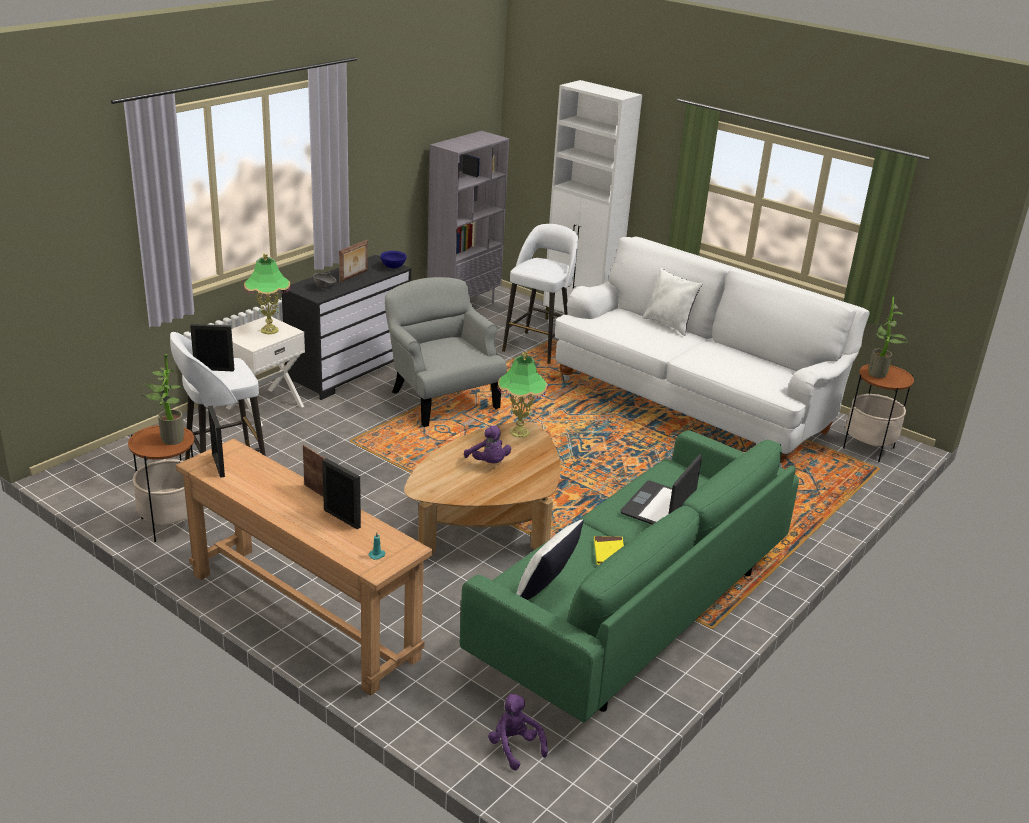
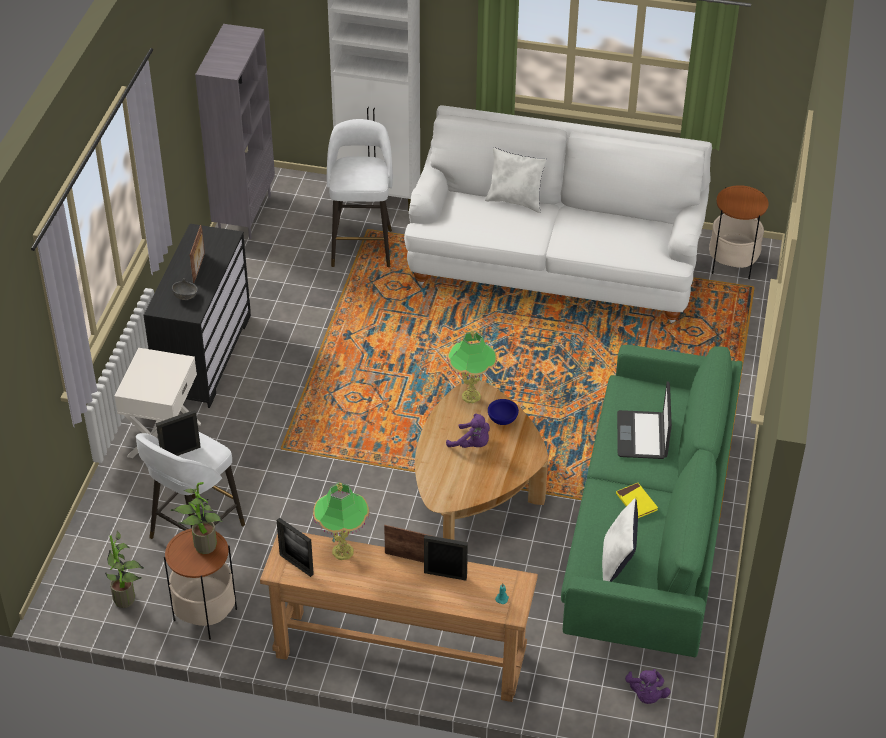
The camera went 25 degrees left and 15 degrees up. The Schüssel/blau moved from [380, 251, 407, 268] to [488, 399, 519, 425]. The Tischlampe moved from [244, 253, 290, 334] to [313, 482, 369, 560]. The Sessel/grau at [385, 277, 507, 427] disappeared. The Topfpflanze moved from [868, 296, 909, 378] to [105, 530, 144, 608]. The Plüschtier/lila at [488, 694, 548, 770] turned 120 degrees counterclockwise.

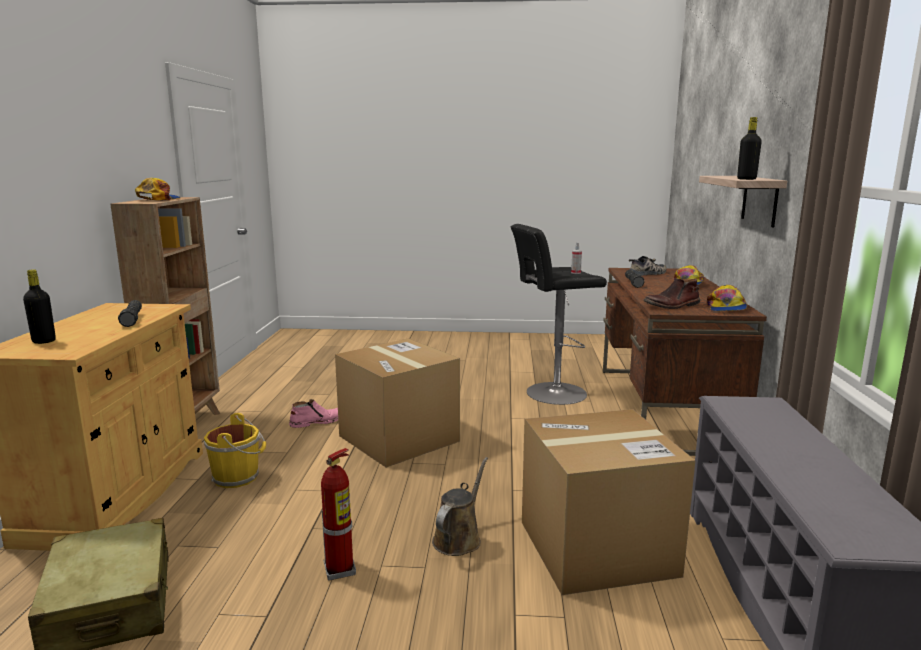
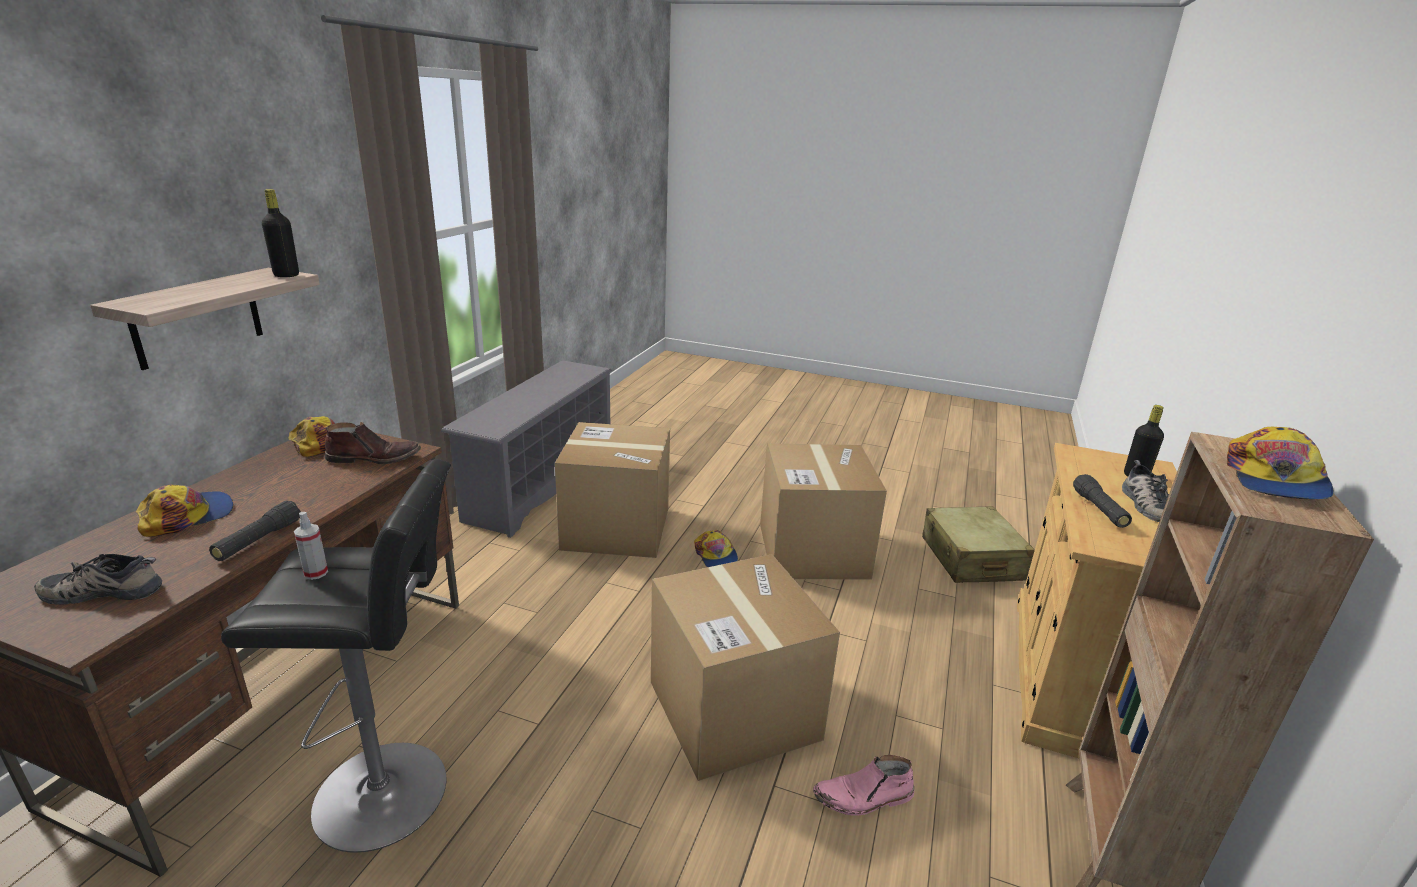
The camera went 165 degrees left and 10 degrees up. The Eimer/gelb at [204, 413, 266, 488] disappeared. The Feuerlöscher at [321, 448, 356, 580] was replaced by the Karton at [760, 443, 887, 580]. The Gießkanne/braun at [432, 457, 488, 556] was replaced by the Kappe at [694, 530, 738, 567]. The Schuh at [1122, 460, 1169, 522] appeared.

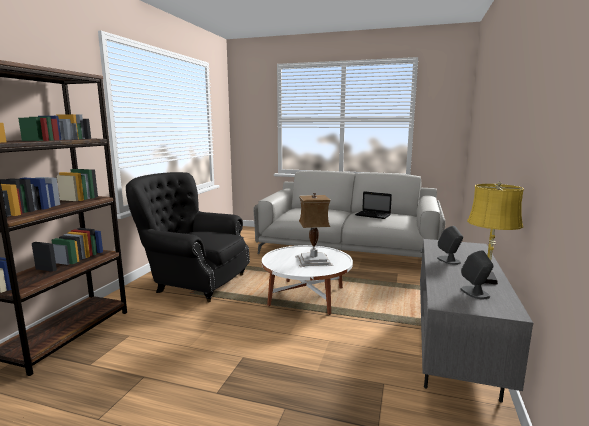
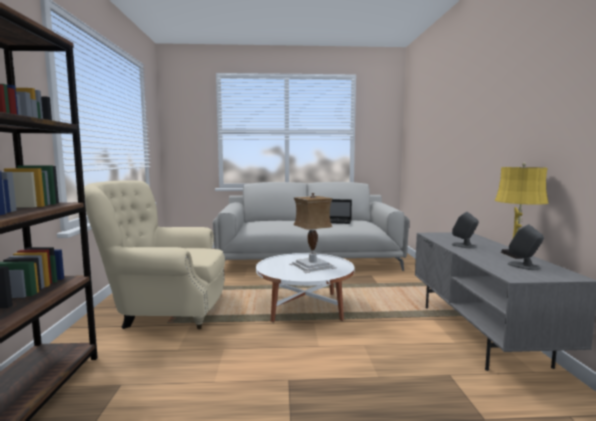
The camera went 20 degrees left and 5 degrees down. The Sessel/schwarz at [126, 172, 250, 303] became the Sessel/beige at [84, 180, 225, 329].

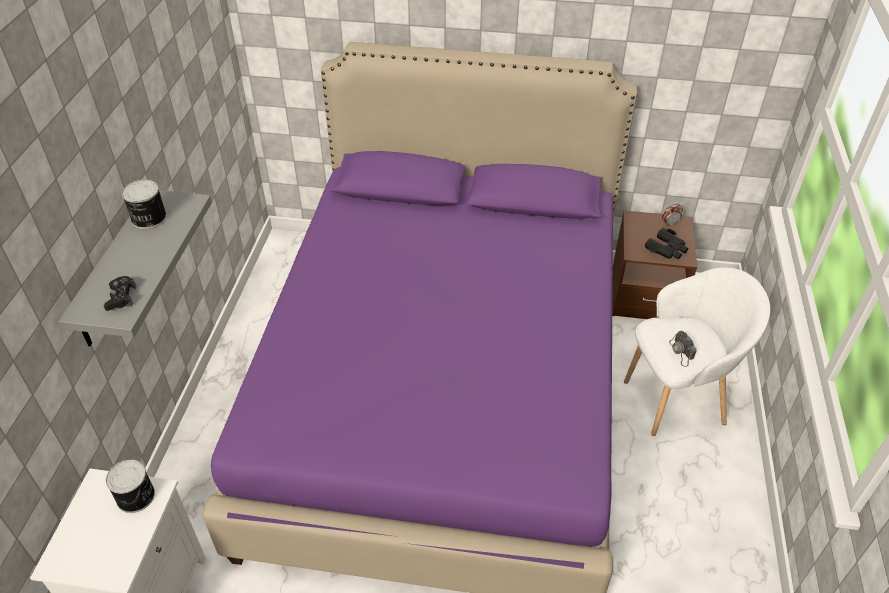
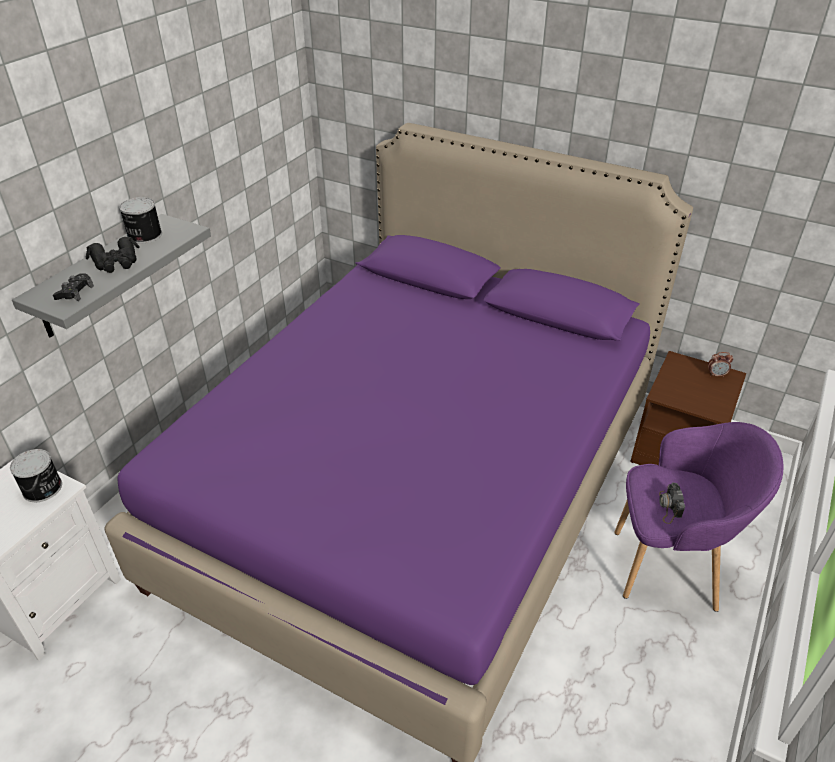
The camera went 20 degrees right and 5 degrees down. The Fernglas/schwarz moved from [645, 228, 688, 259] to [86, 237, 139, 273]. The Sessel/weiß at [624, 268, 770, 436] became the Sessel/lila at [614, 422, 784, 612].

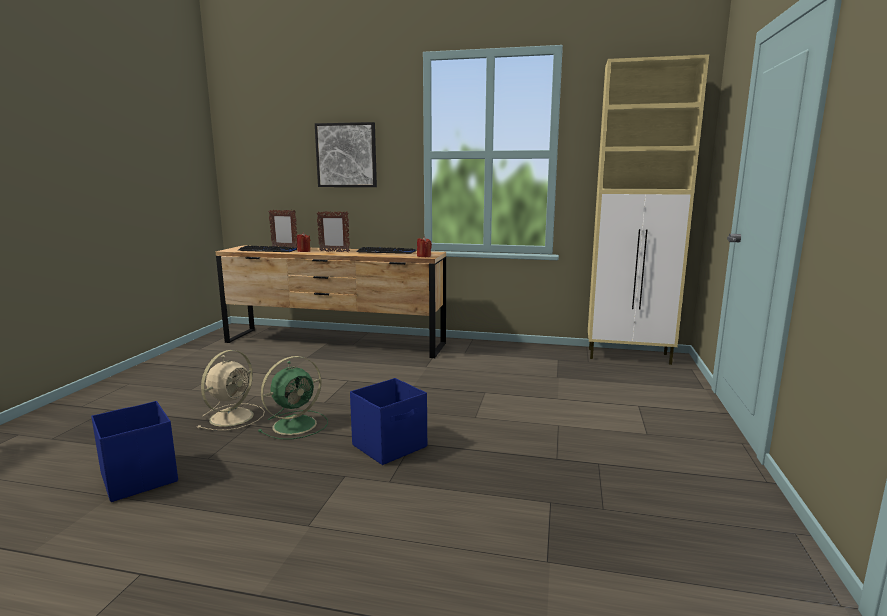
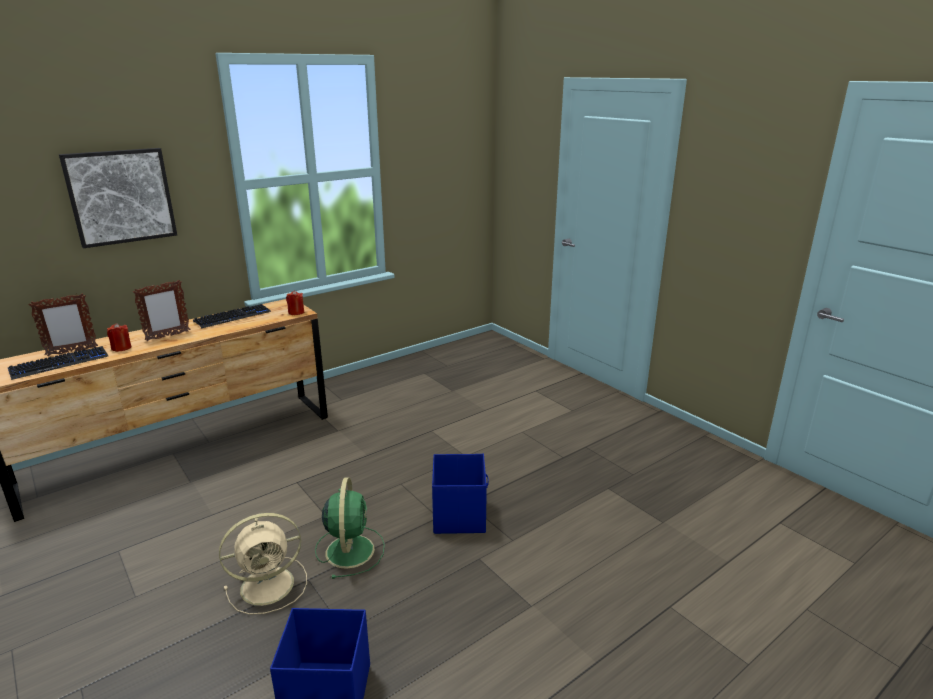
The camera went 50 degrees left and 10 degrees up. The Schrank/beige at [588, 54, 709, 365] disappeared. The Ventilator/beige at [197, 350, 265, 431] turned 90 degrees clockwise.

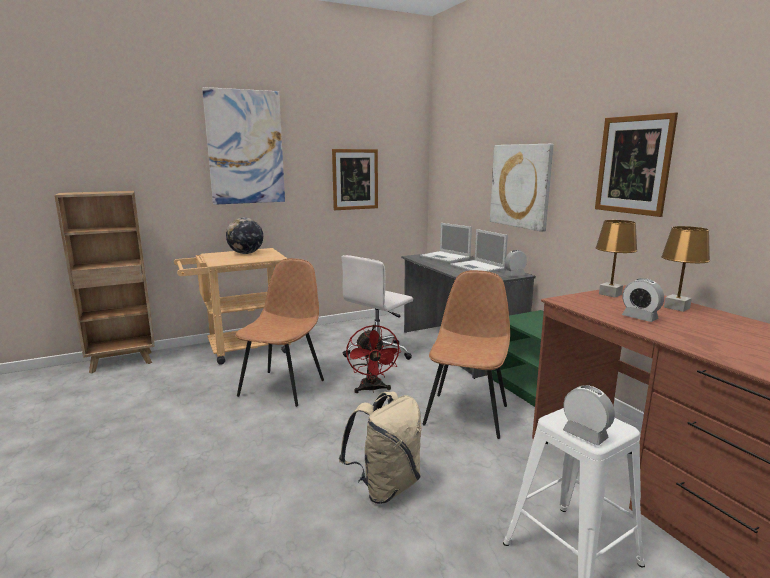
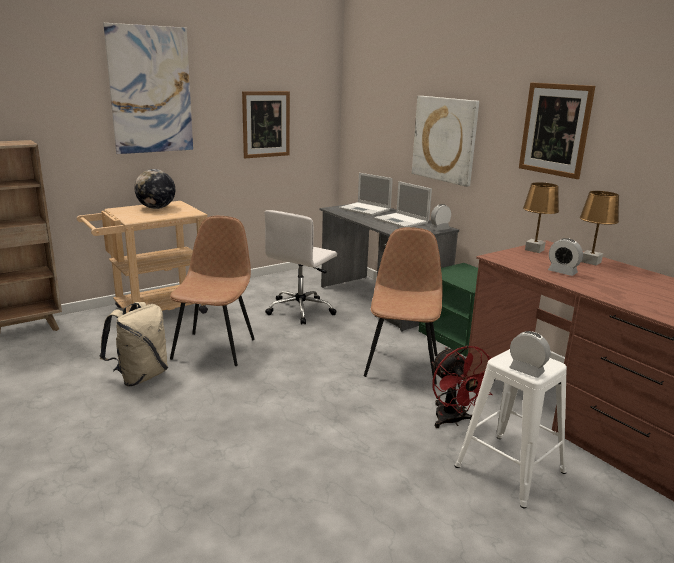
The camera went 10 degrees left and 5 degrees up. The Ventilator/rot moved from [346, 325, 401, 393] to [432, 345, 493, 428]. The Rucksack/beige moved from [339, 392, 422, 504] to [100, 302, 168, 387].

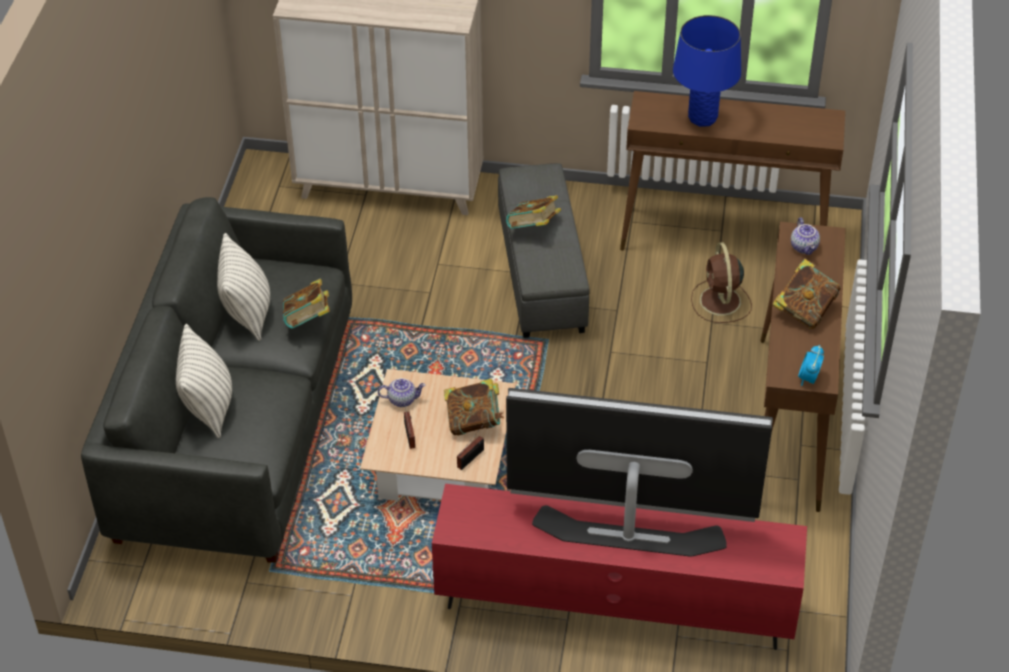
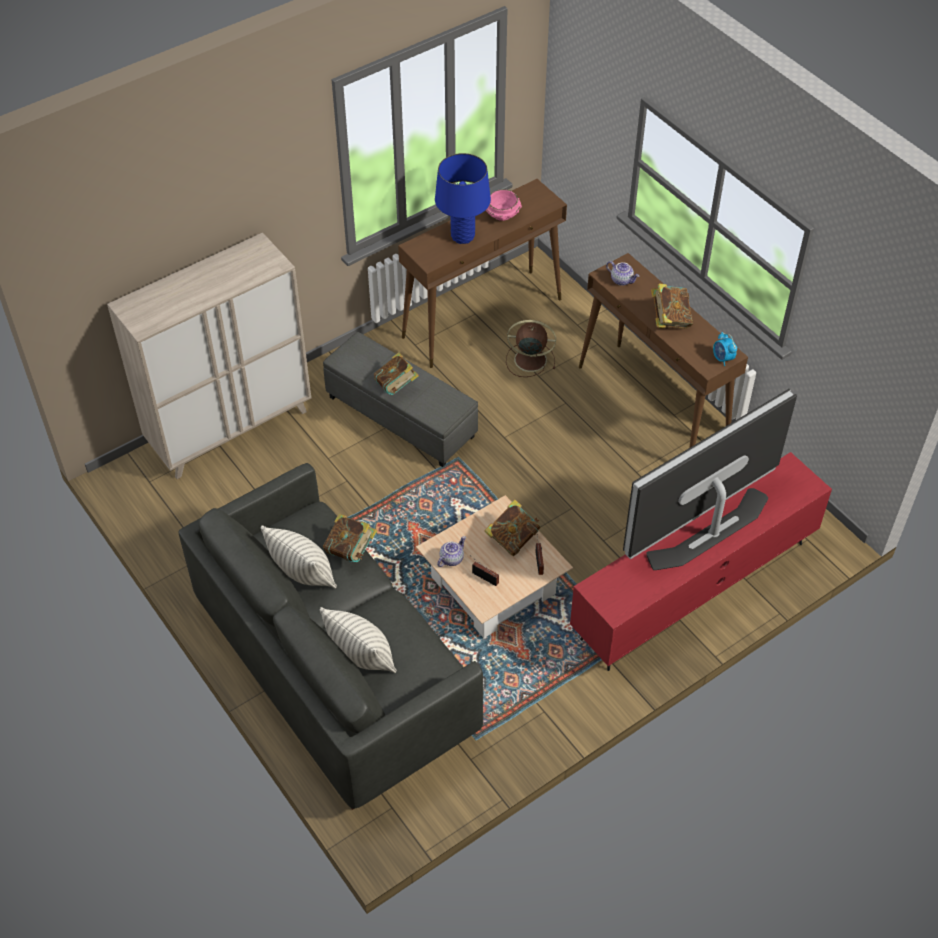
The camera went 45 degrees left and 5 degrees up. The Ventilator/braun at [691, 242, 752, 323] turned 150 degrees clockwise. The Schüssel/rosa at [486, 189, 522, 221] appeared.

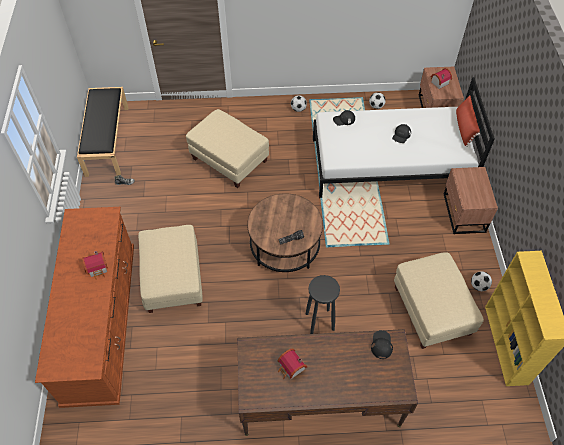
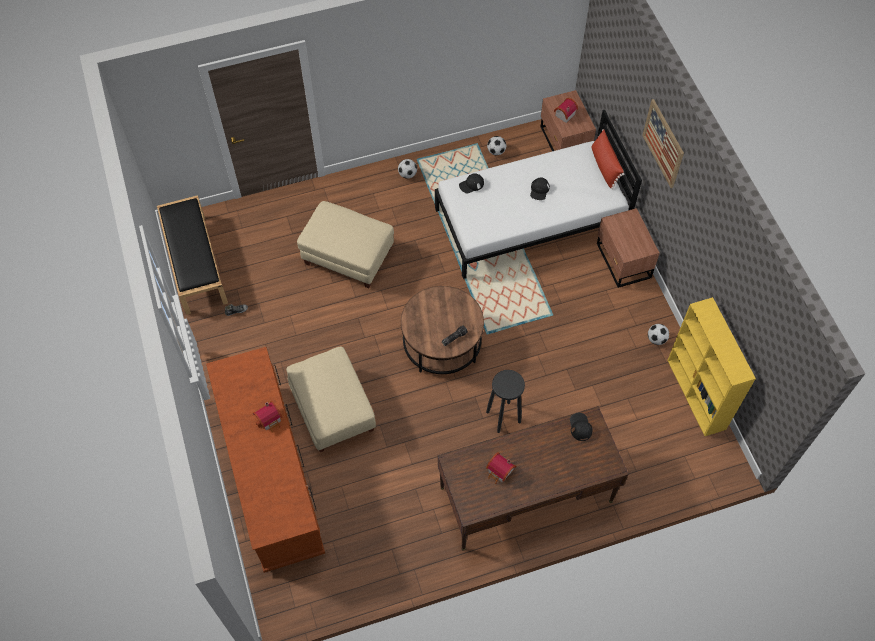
The camera went 15 degrees left and 5 degrees up. The Polsterhocker/beige at [394, 252, 484, 349] disappeared. The Bild at [642, 99, 684, 188] appeared.

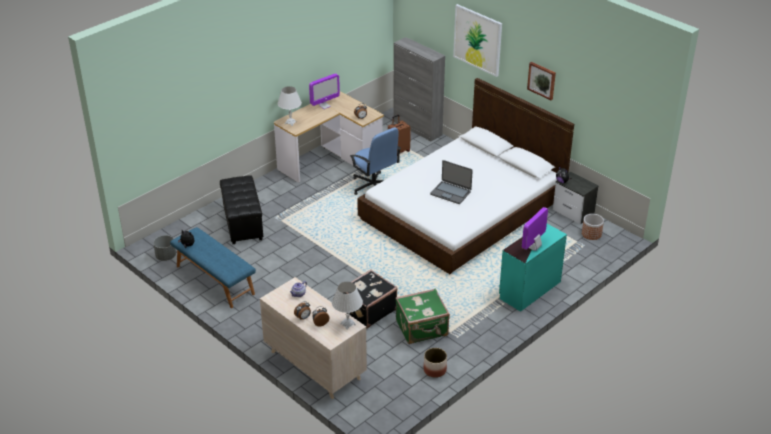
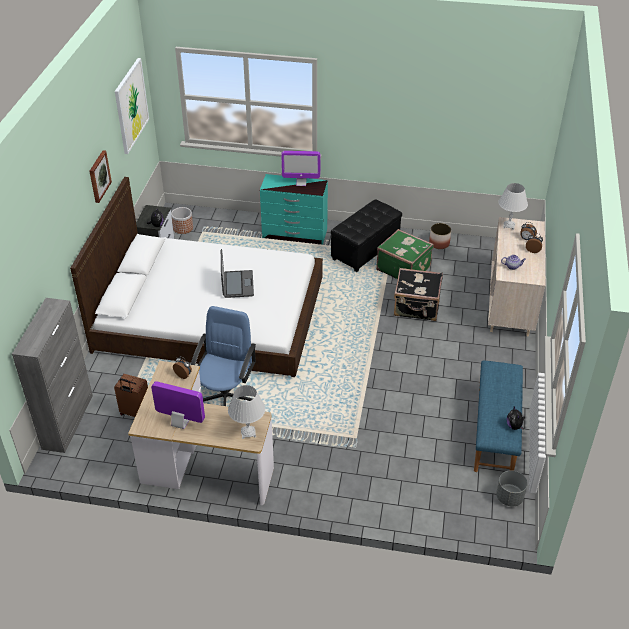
The camera went 125 degrees left and 5 degrees up. The Bild moved from [453, 4, 502, 77] to [115, 58, 149, 154]. The Polsterhocker/schwarz moved from [220, 175, 263, 244] to [331, 199, 402, 272].

